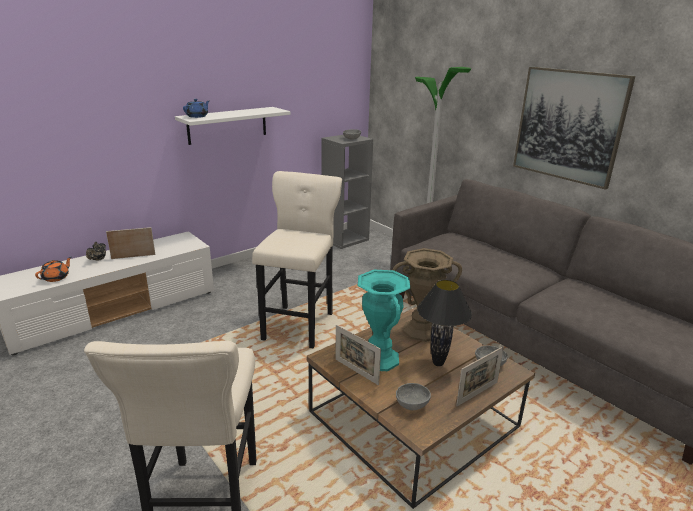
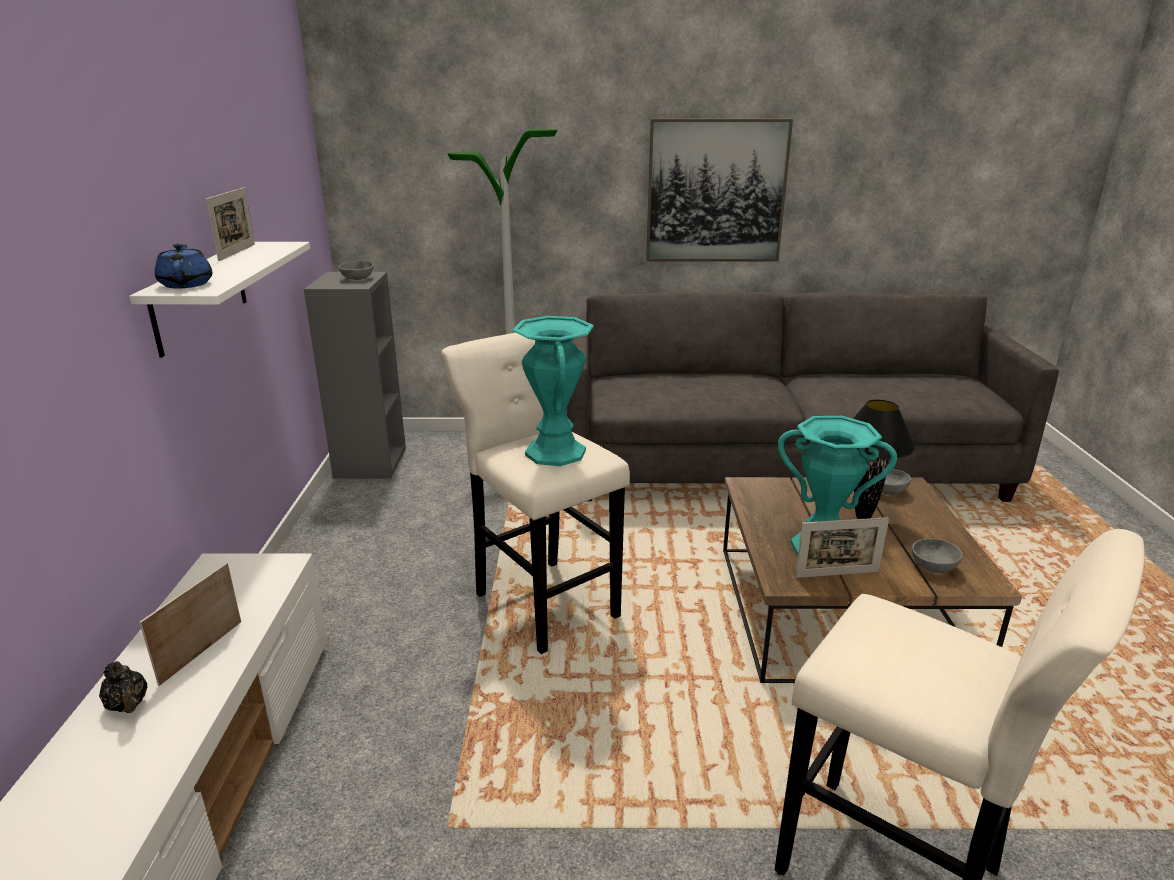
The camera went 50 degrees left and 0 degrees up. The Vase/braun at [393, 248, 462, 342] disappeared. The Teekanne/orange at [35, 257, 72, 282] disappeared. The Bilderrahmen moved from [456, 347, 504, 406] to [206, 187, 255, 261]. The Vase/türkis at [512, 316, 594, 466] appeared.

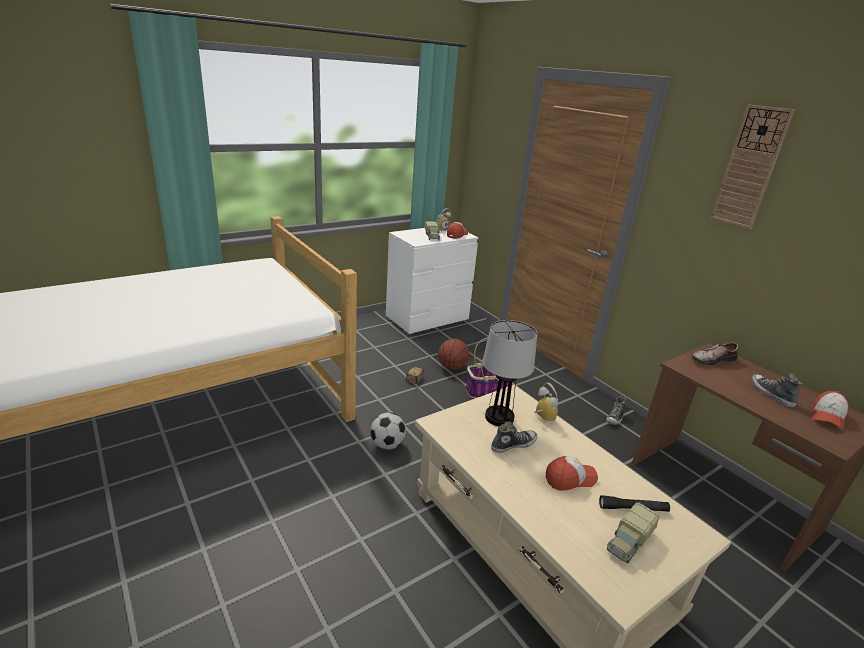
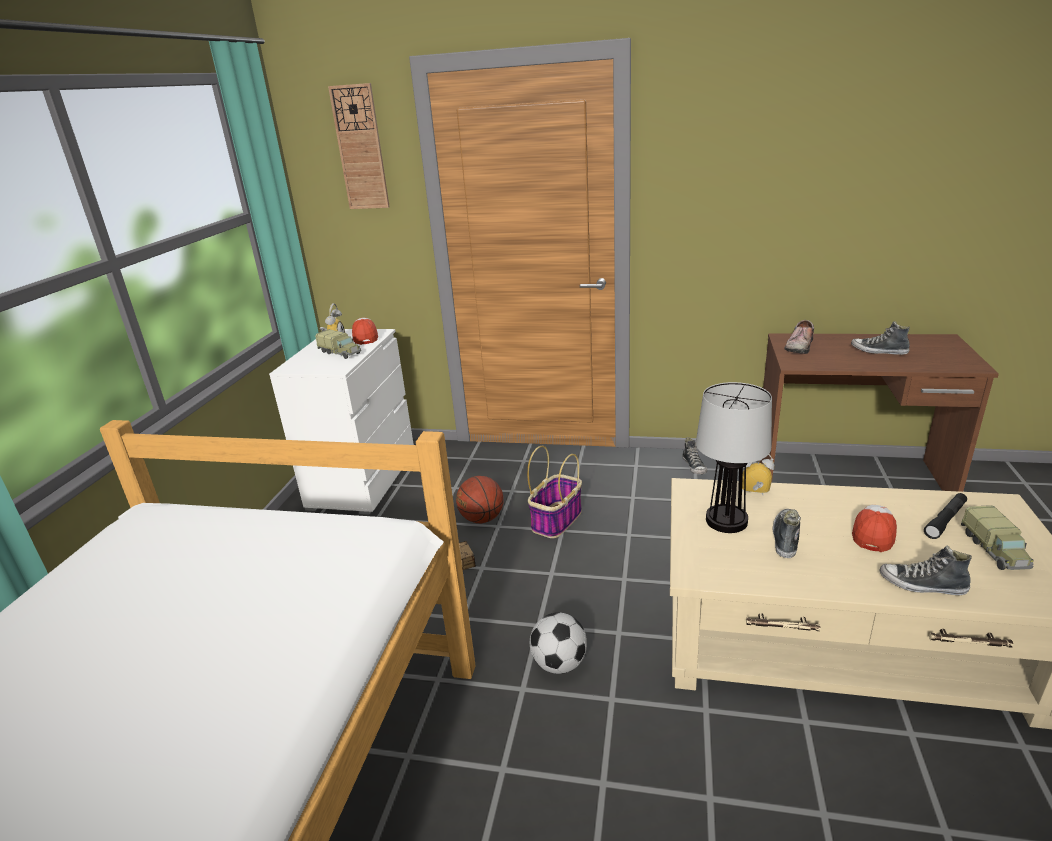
The camera went 40 degrees left and 0 degrees up. The Wanduhr moved from [711, 104, 795, 229] to [328, 83, 390, 209]. The Kappe at [811, 391, 849, 430] disappeared. The Schuh at [879, 546, 972, 595] appeared.

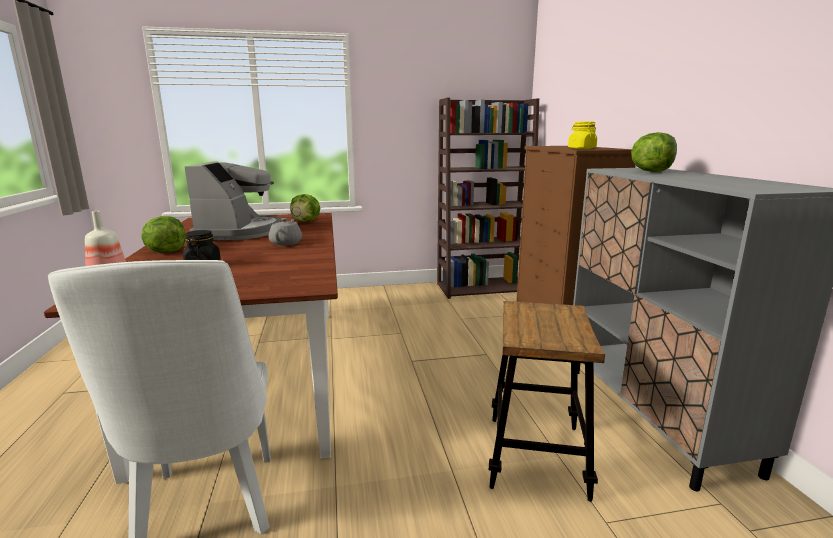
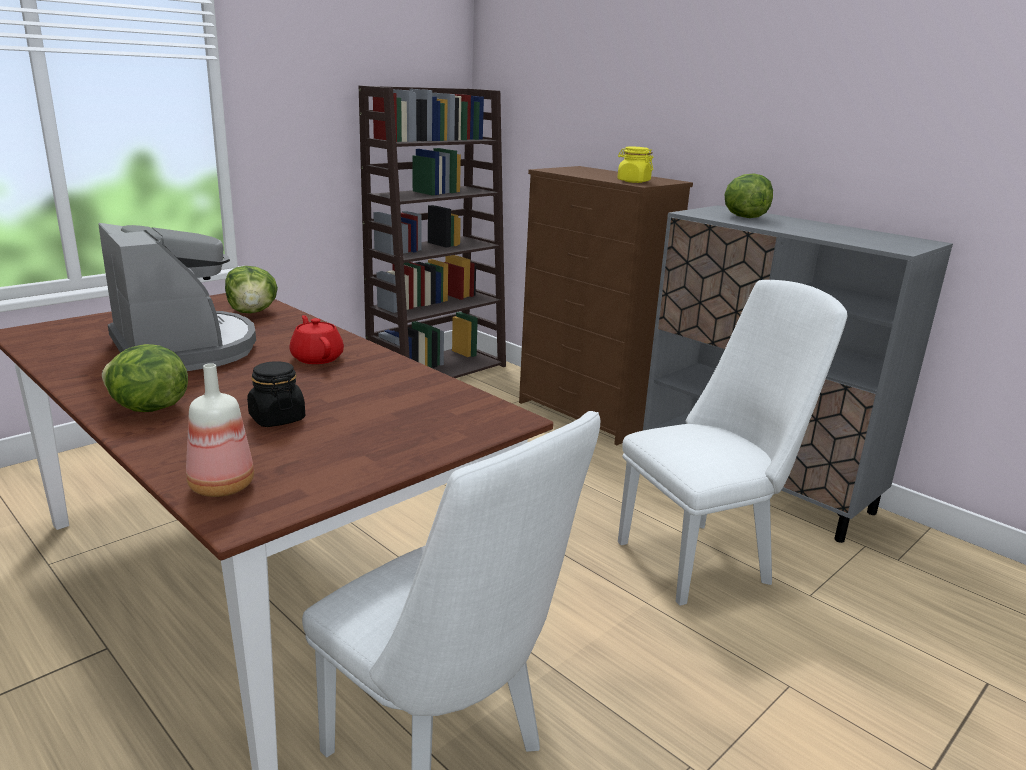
The camera went 35 degrees left and 5 degrees up. The Teekanne/grau at [269, 218, 302, 246] became the Teekanne/rot at [289, 315, 344, 364]. The Hocker at [489, 301, 605, 502] was replaced by the Stuhl/weiß at [618, 280, 847, 606].

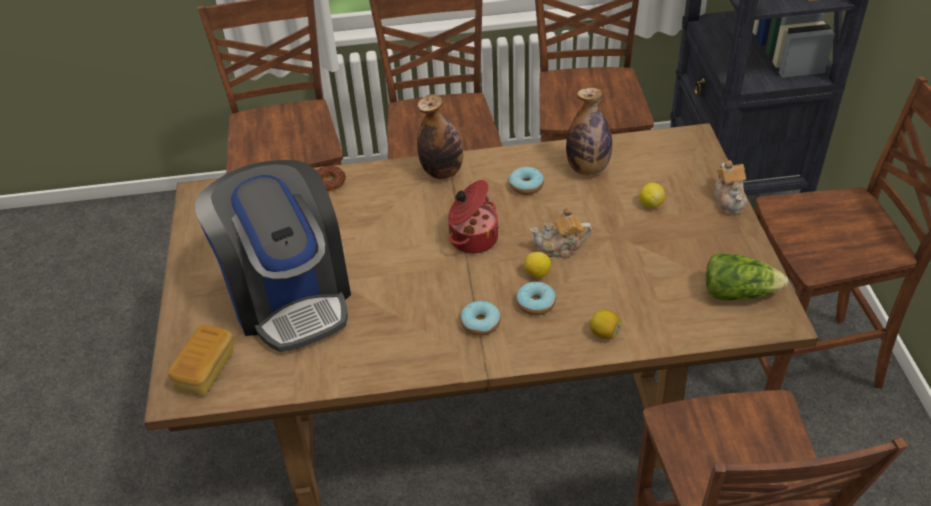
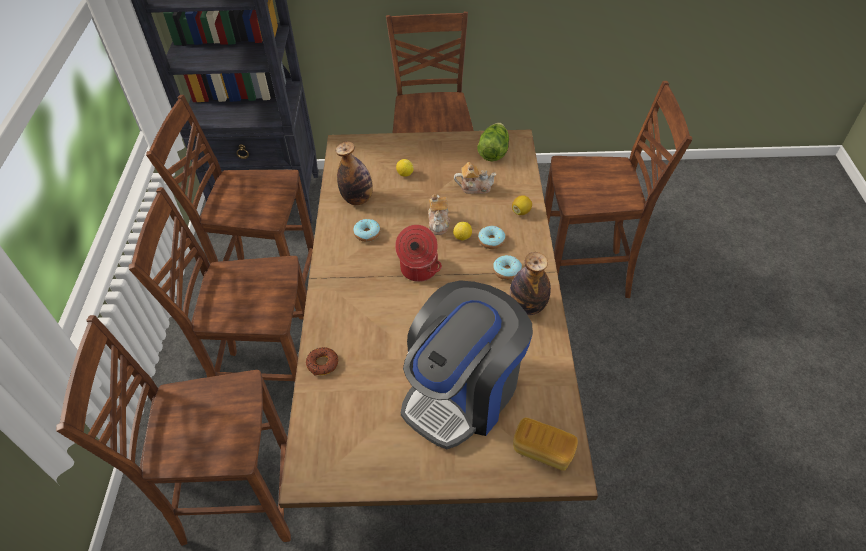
The camera went 85 degrees left and 5 degrees up. The Flasche moved from [417, 94, 463, 179] to [510, 252, 551, 315]. The Kaffeemaschine at [195, 160, 351, 352] turned 150 degrees clockwise. The Teekanne moved from [714, 160, 747, 215] to [454, 162, 497, 194].

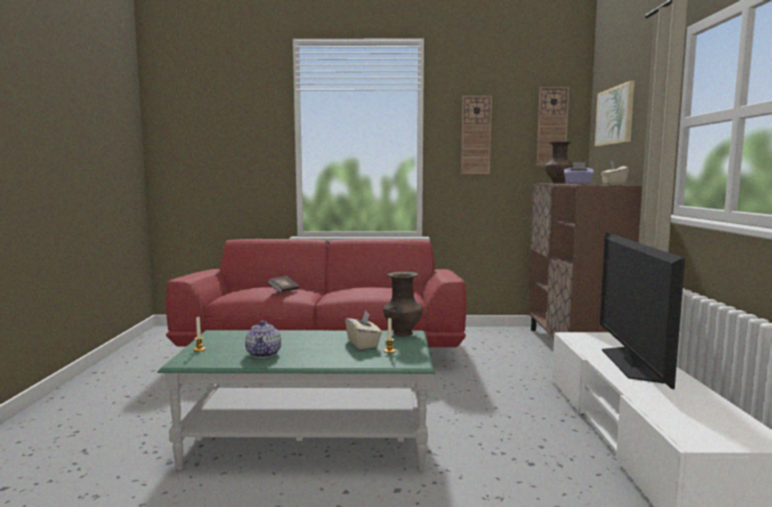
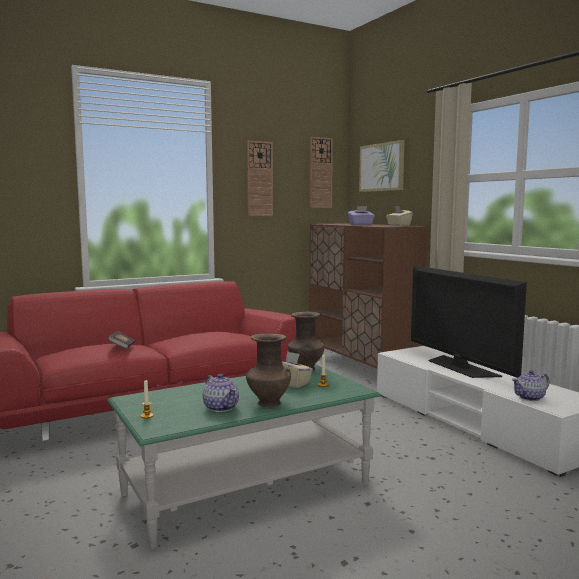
The camera went 30 degrees left and 0 degrees up. The Vase/braun moved from [545, 141, 573, 184] to [246, 333, 291, 407]. The Teekanne at [512, 370, 549, 401] appeared.

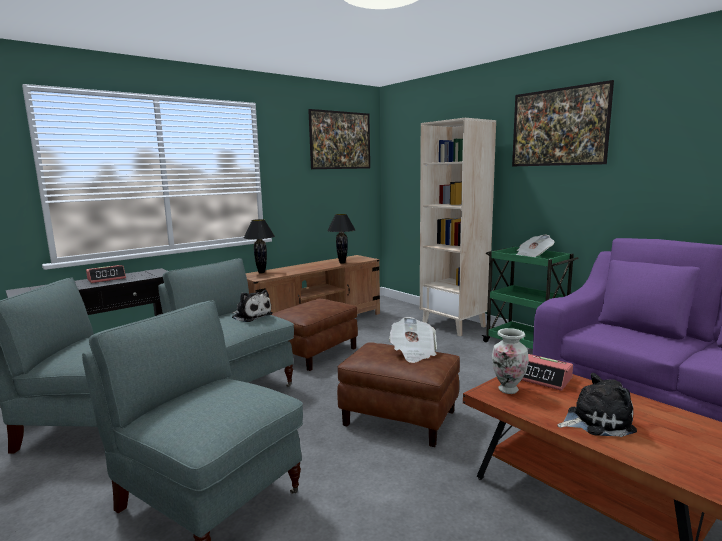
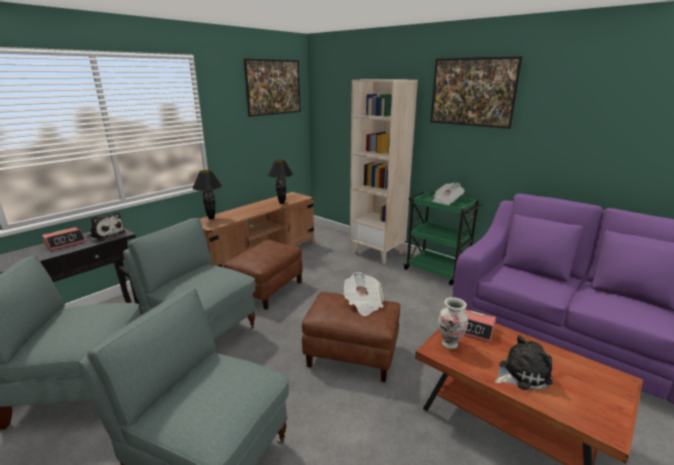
The camera went 10 degrees left and 10 degrees up. The Plüschtier moved from [232, 290, 273, 322] to [88, 212, 125, 241].

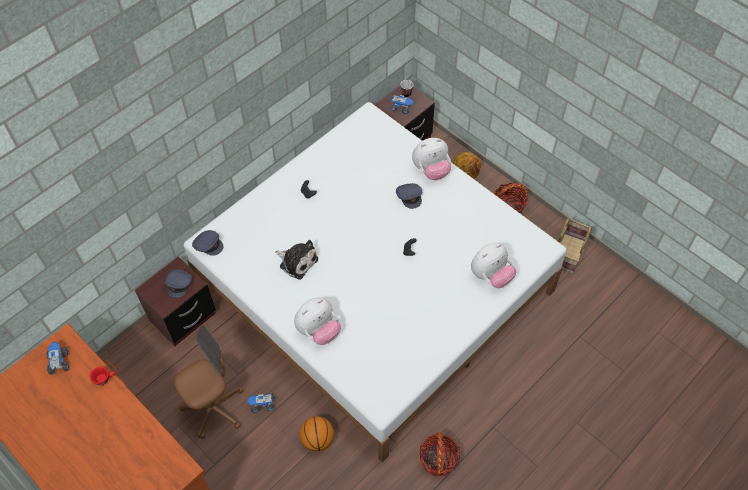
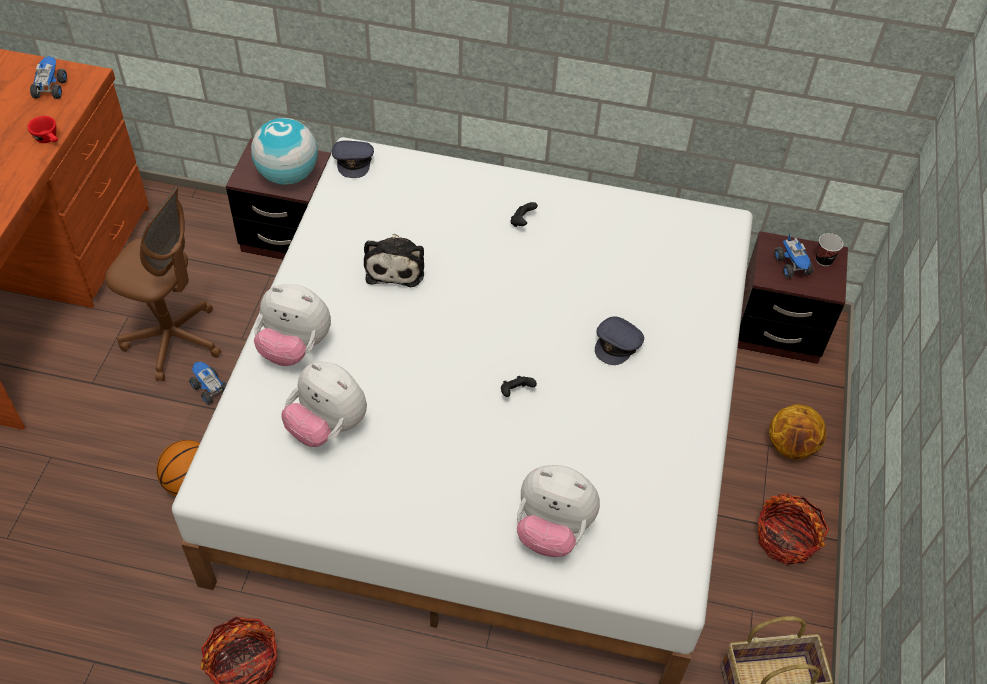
The camera went 55 degrees right and 5 degrees down. The Plüschtier moved from [412, 138, 451, 180] to [281, 362, 367, 447]. The Kappe/grau at [165, 269, 192, 298] was replaced by the Globus at [251, 118, 318, 185]. The Spielzeuglaster at [46, 342, 69, 375] turned 45 degrees counterclockwise.

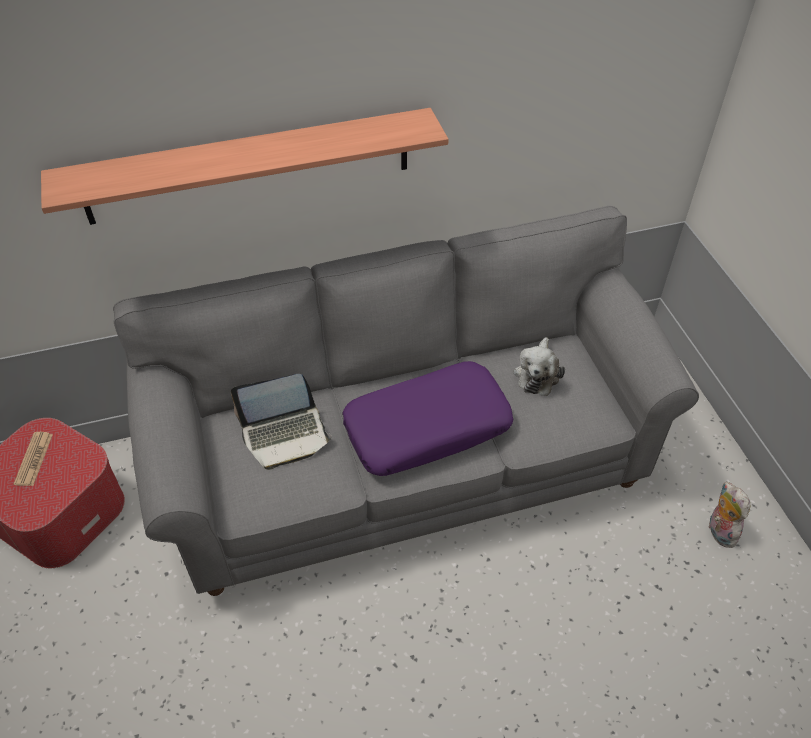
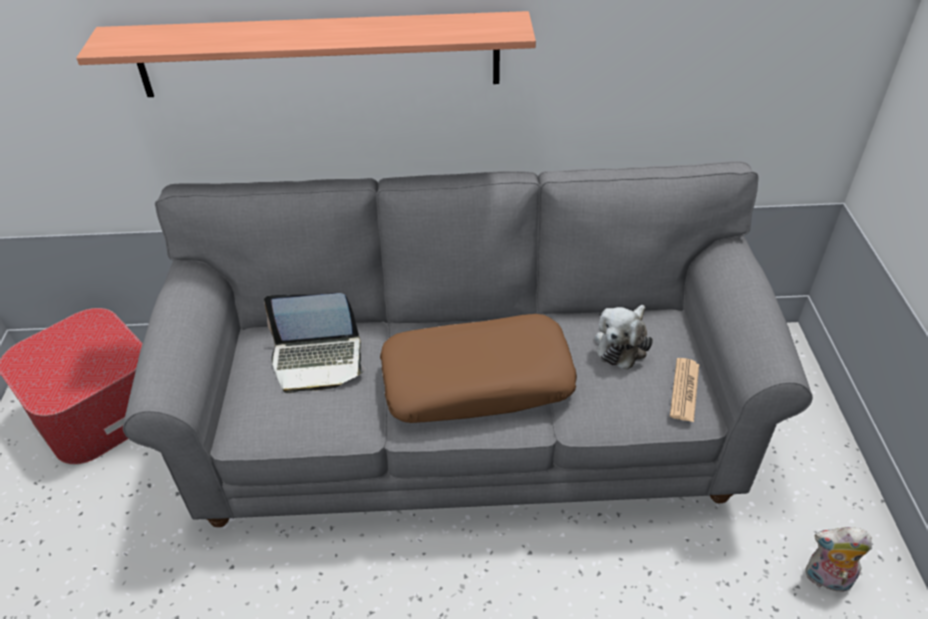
The camera went 15 degrees right and 5 degrees down. The Kissen/lila at [342, 361, 514, 476] became the Kissen/braun at [380, 314, 577, 423]. The Zeitung moved from [14, 432, 53, 486] to [670, 358, 699, 422]. The Plüschtier at [708, 481, 750, 548] turned 75 degrees counterclockwise.

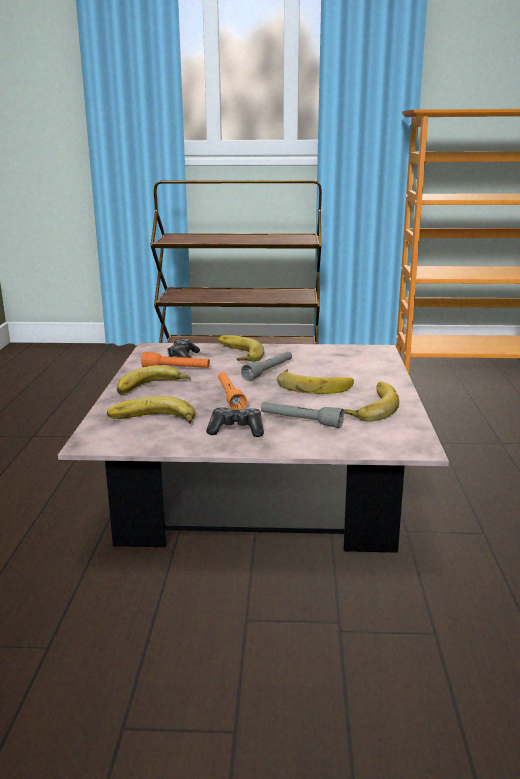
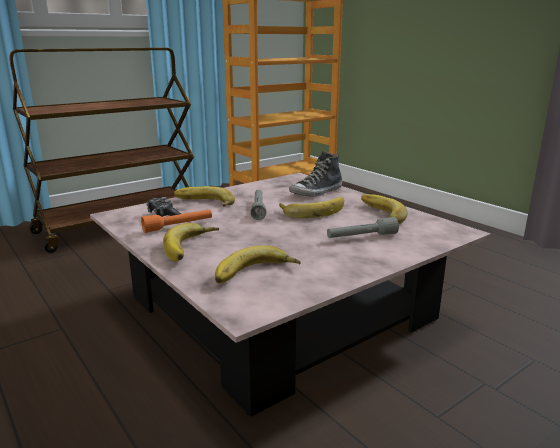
The camera went 40 degrees left and 0 degrees up. The Taschenlampe/orange at [218, 372, 247, 410] disappeared. The Gamepad at [206, 407, 264, 437] disappeared. The Schuh at [289, 151, 342, 197] appeared.

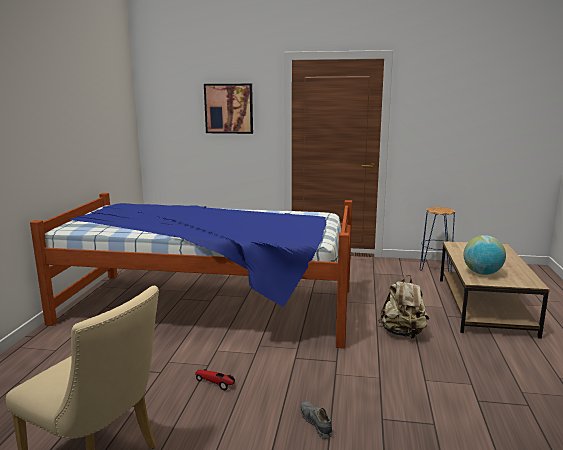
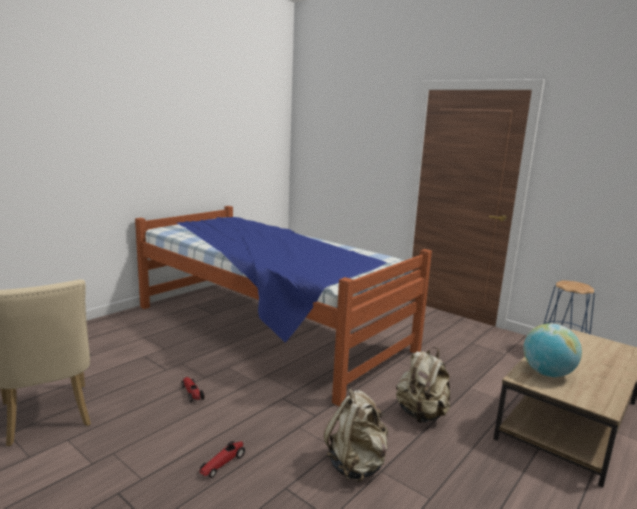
The camera went 30 degrees right and 0 degrees up. The Bild at [204, 84, 253, 134] disappeared. The Schuh/grau at [300, 401, 333, 439] was replaced by the Spielzeugauto at [199, 441, 245, 478]. The Rucksack/beige at [324, 388, 388, 482] appeared.

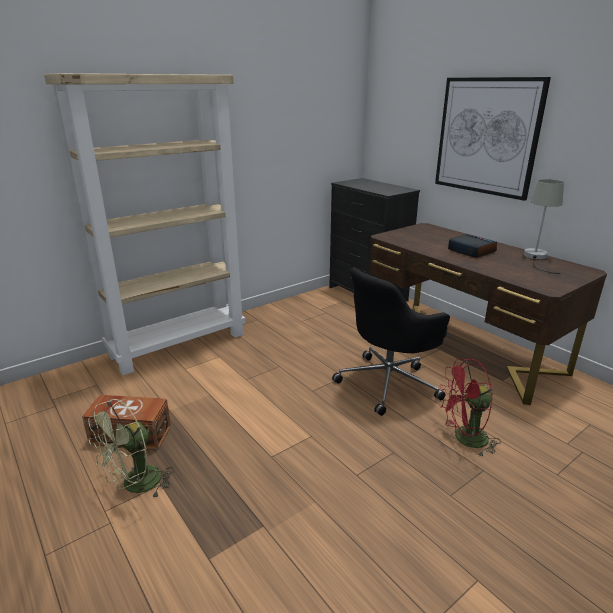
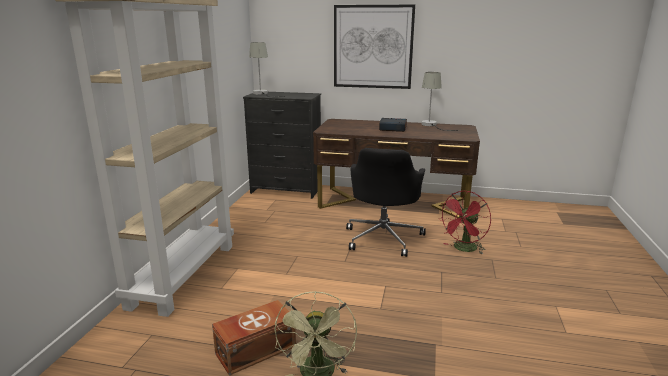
The camera went 40 degrees left and 5 degrees down. The Tischlampe/grau at [249, 42, 286, 97] appeared.

